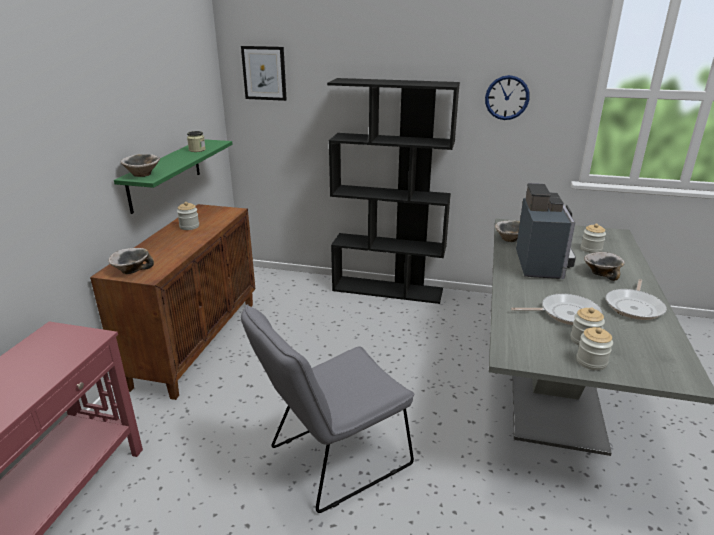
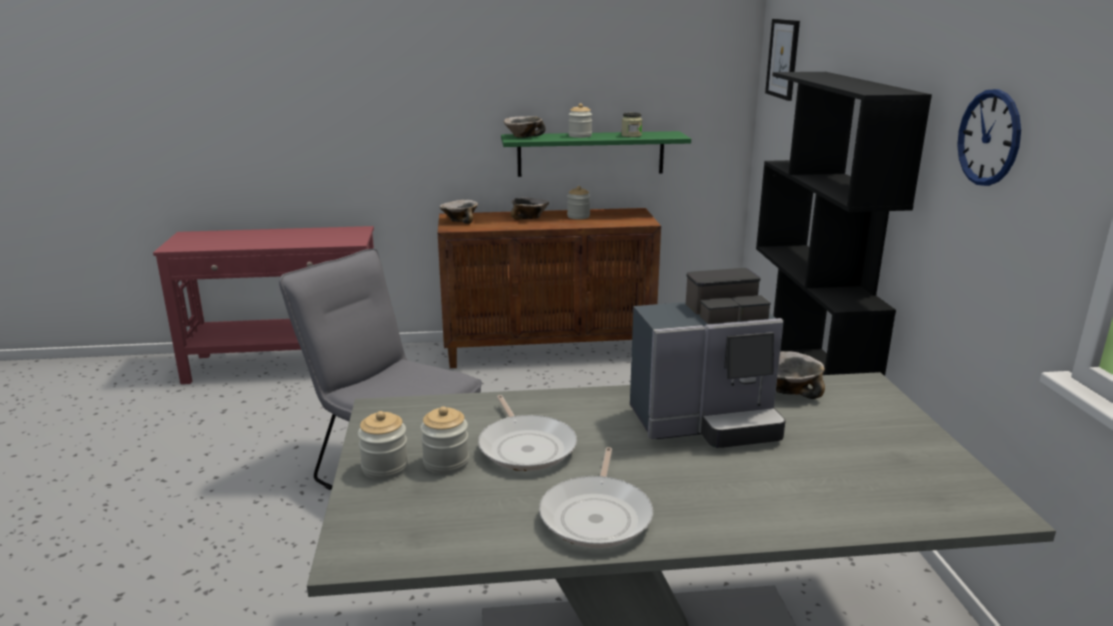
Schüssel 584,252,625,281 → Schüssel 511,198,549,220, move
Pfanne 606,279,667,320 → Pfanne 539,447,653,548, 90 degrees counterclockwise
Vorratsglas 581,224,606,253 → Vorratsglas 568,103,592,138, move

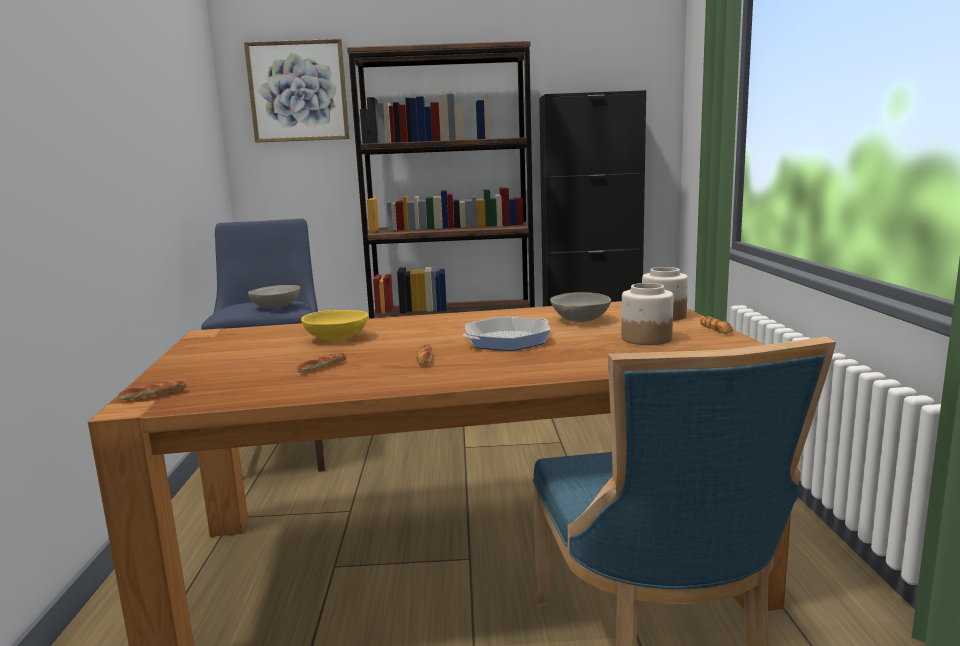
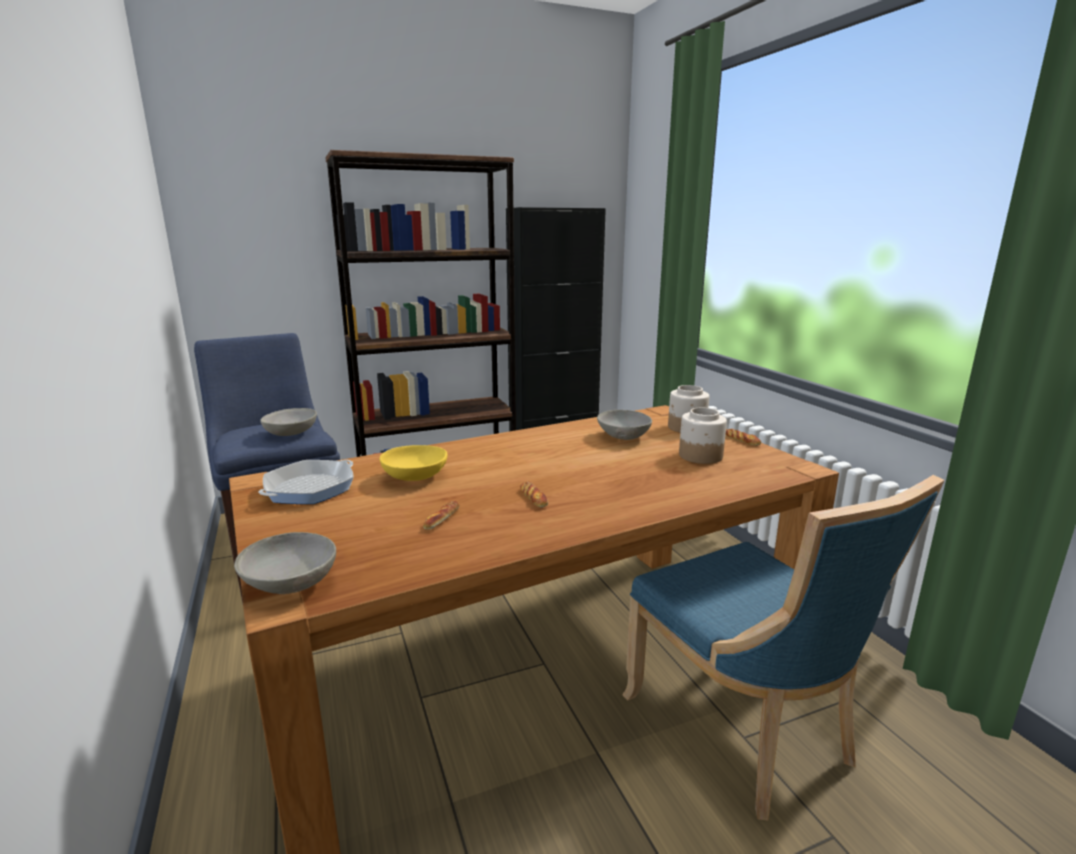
Brot 118,380,187,401 → Schüssel/grau 234,532,336,594
Pfanne 463,317,550,351 → Pfanne 259,460,353,504, move
Bild 244,39,349,143 → -

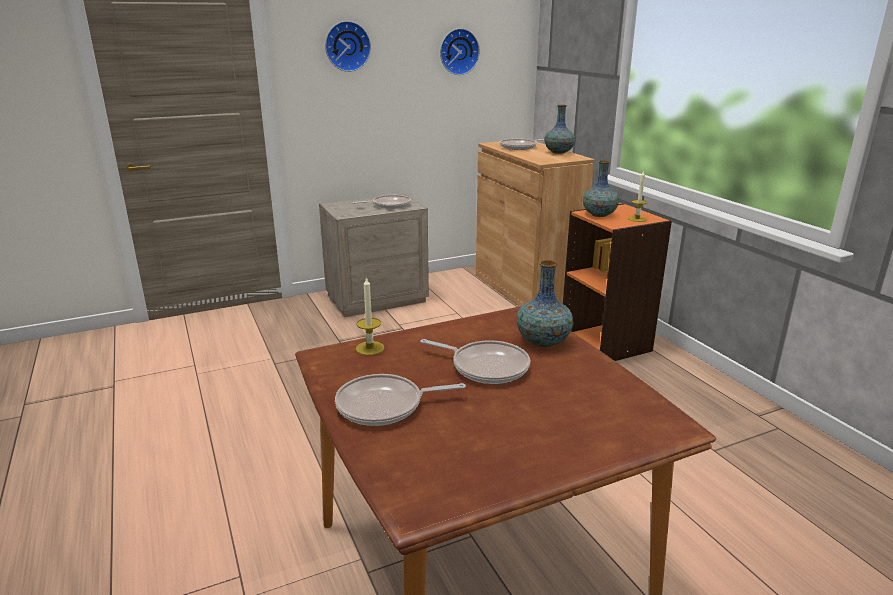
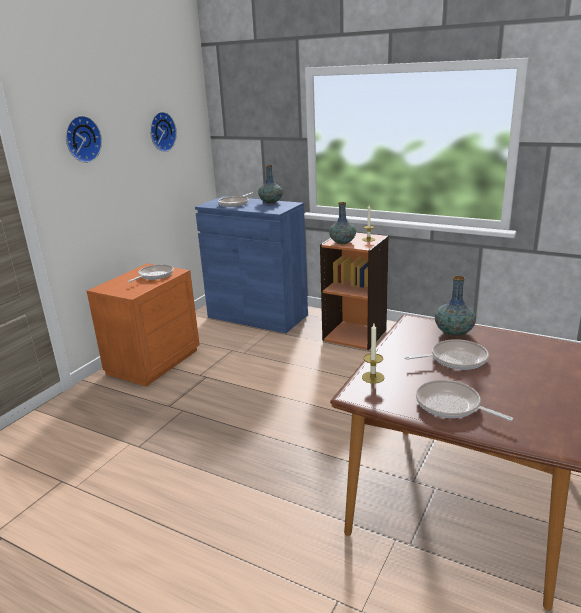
Nachttisch/beige 319,194,429,317 → Nachttisch/orange 87,263,200,386
Schrank/braun 476,141,594,306 → Schrank/blau 195,196,308,333
Pfanne 335,374,466,426 → Pfanne 416,380,513,421, 90 degrees clockwise

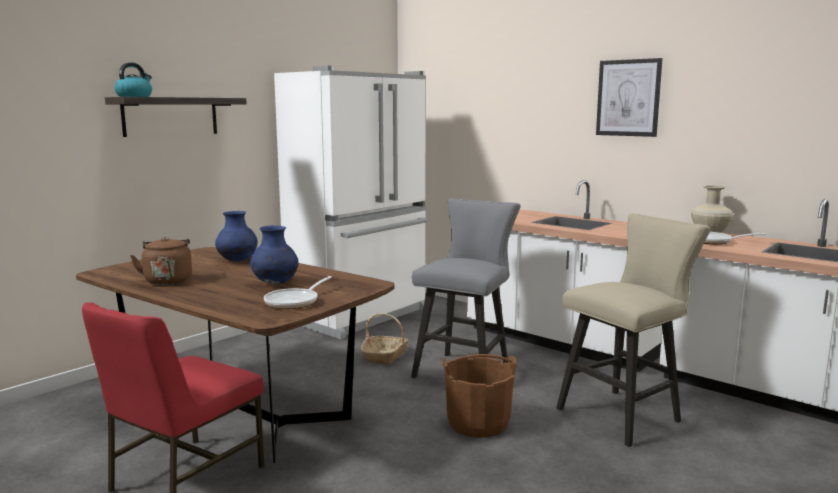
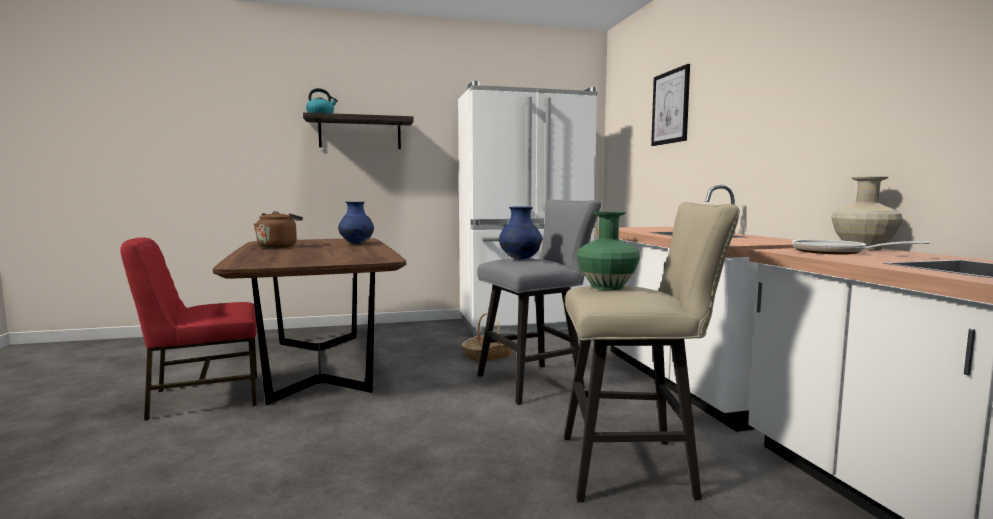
Vase/blau 250,225,299,284 → Vase/blau 499,206,542,260, move
- → Vase/grün 577,212,640,290
Bild 596,58,663,137 → Bild 651,64,690,146, move
Pfanne 264,276,332,309 → -
Eimer/braun 442,354,517,438 → -

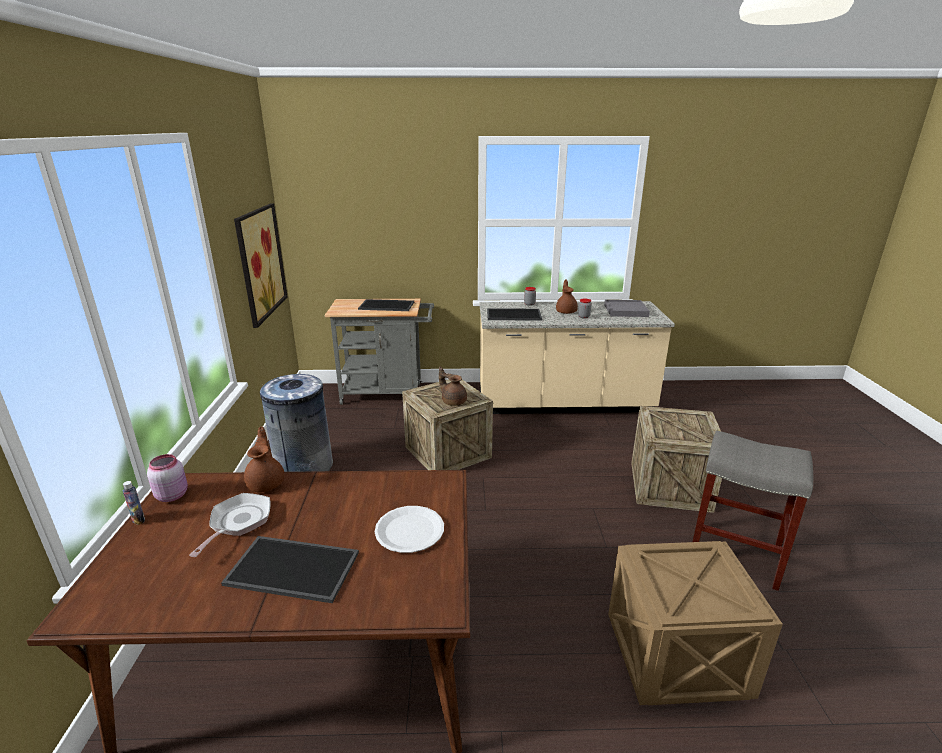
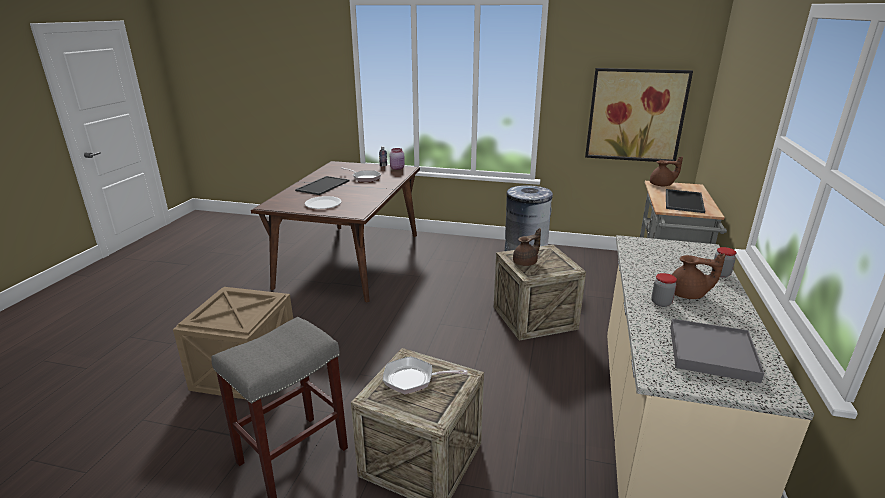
- → Pfanne 383,356,468,394
Teekanne/braun 244,426,285,492 → Teekanne/braun 650,156,683,186, move
Tablett 487,308,542,320 → -

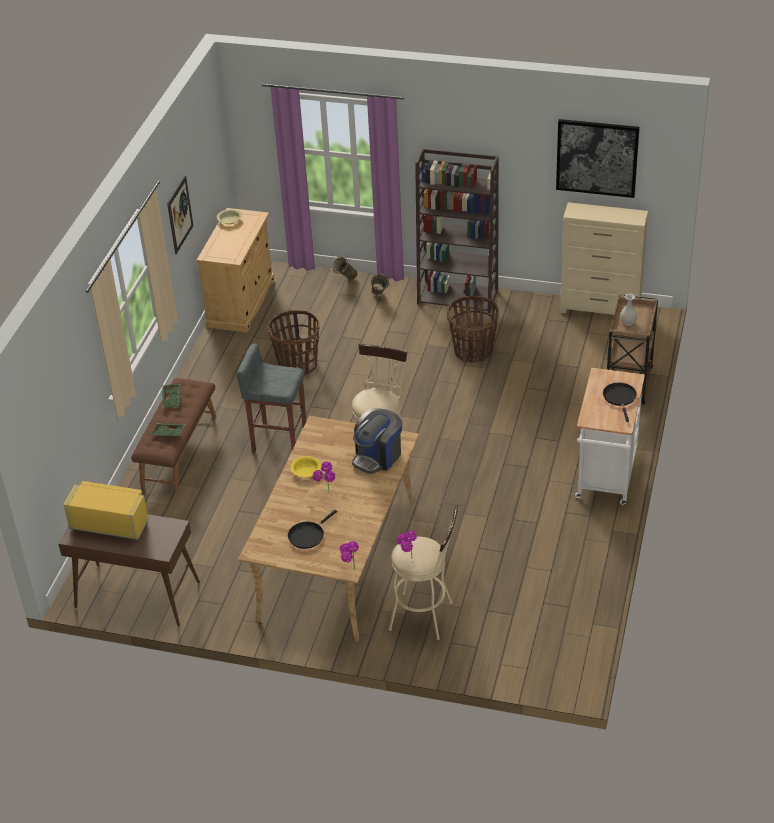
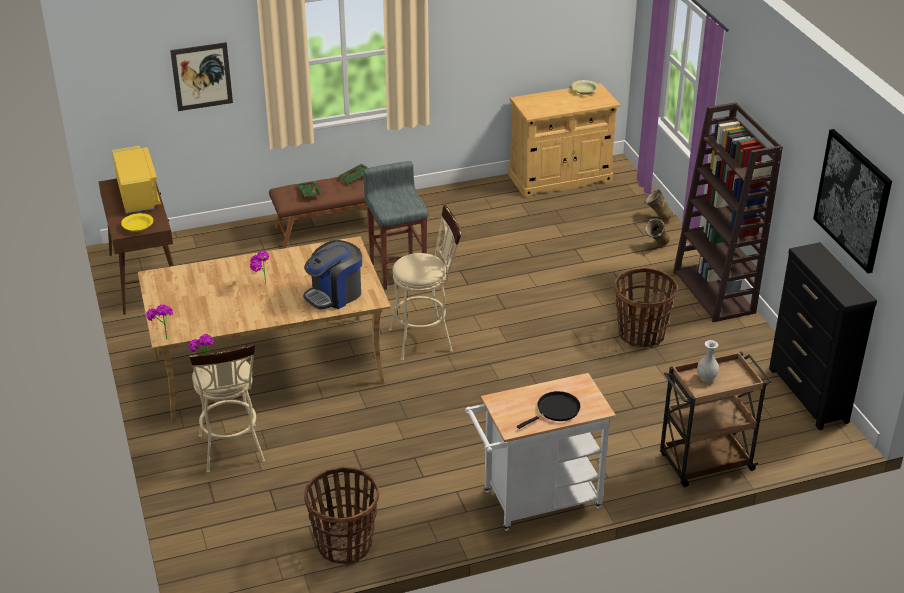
Schüssel/gelb 290,456,321,477 → Schüssel/gelb 121,213,153,232, move
Bild 167,176,193,254 → Bild 170,42,233,111, move
Kaffeemaschine 352,408,402,474 → Kaffeemaschine 303,240,362,309, 45 degrees counterclockwise
Korb 268,310,320,375 → Korb 304,467,379,564, move
Kommode/beige 560,202,649,315 → Kommode/schwarz 769,242,877,430
Pfanne/schwarz 288,510,337,549 → -

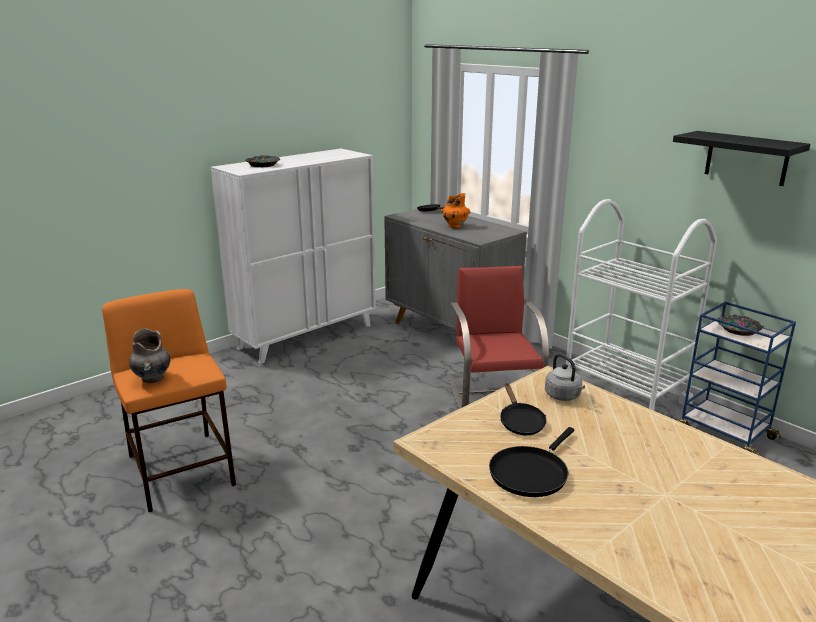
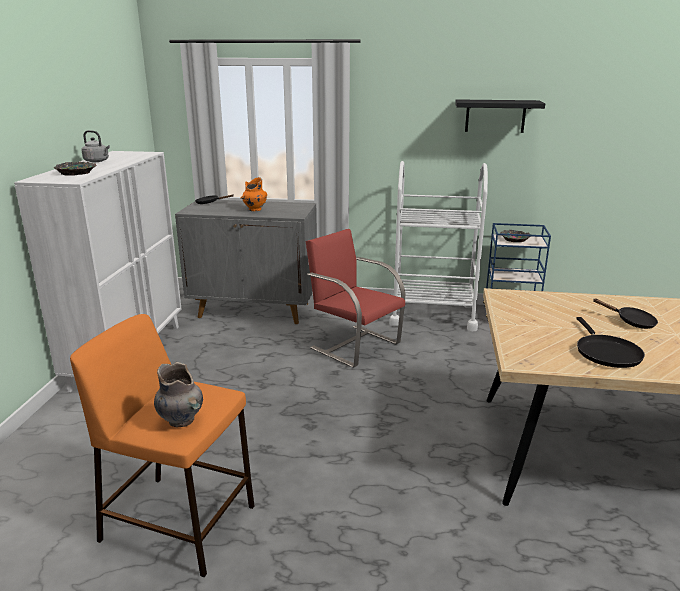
Wasserkessel/grau 545,354,585,401 → Wasserkessel/grau 81,130,110,162, move
Pfanne/schwarz 500,383,546,435 → Pfanne/schwarz 593,298,658,329, move

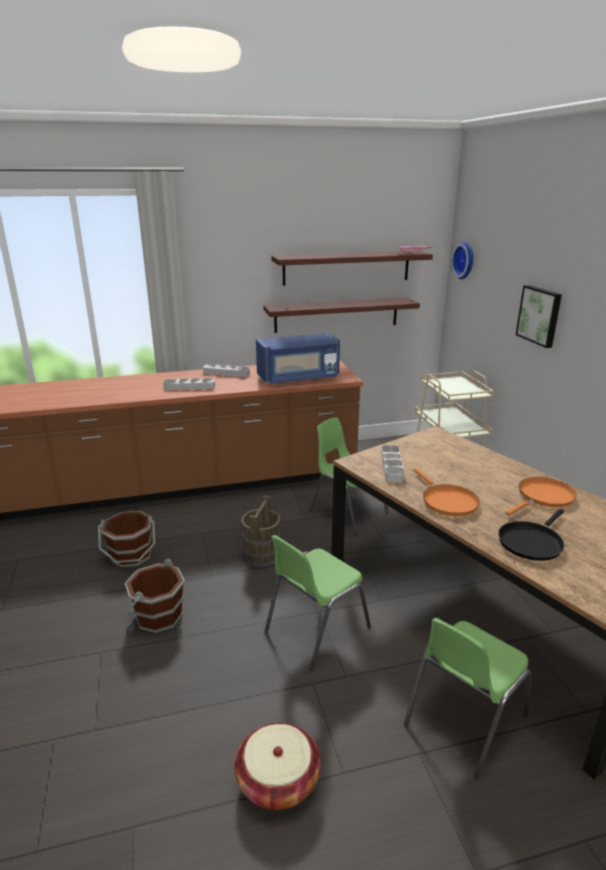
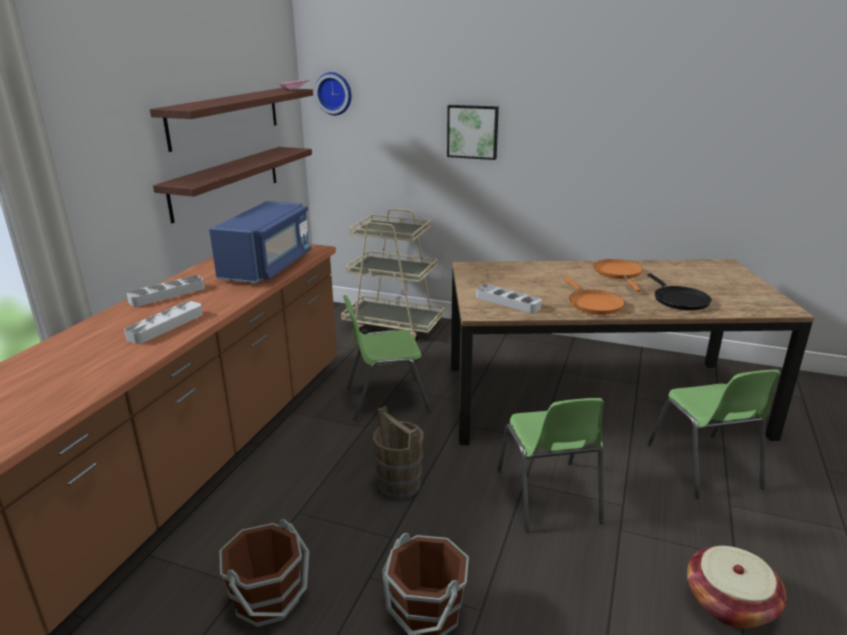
Pfanne/orange 414,468,480,516 → Pfanne/orange 563,277,625,315, 60 degrees clockwise

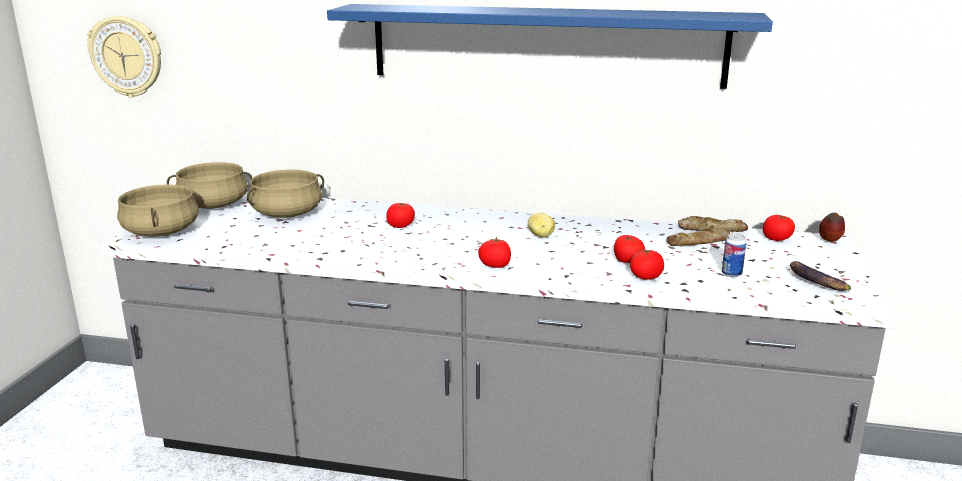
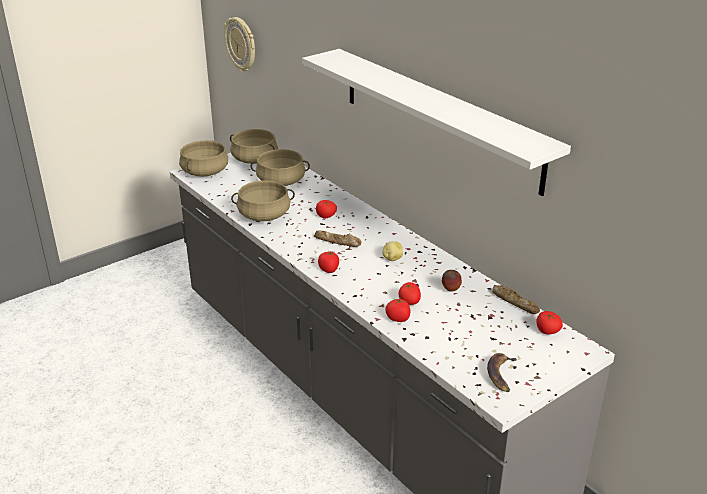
- → Kochtopf/beige 231,180,295,221
Wandregal/blau 327,4,773,89 → Wandregal/weiß 302,49,571,196
Brot 666,225,730,246 → Brot 314,230,362,247, move
Apfel 819,213,845,242 → Apfel 442,270,462,292, move
Dose 722,233,746,277 → -

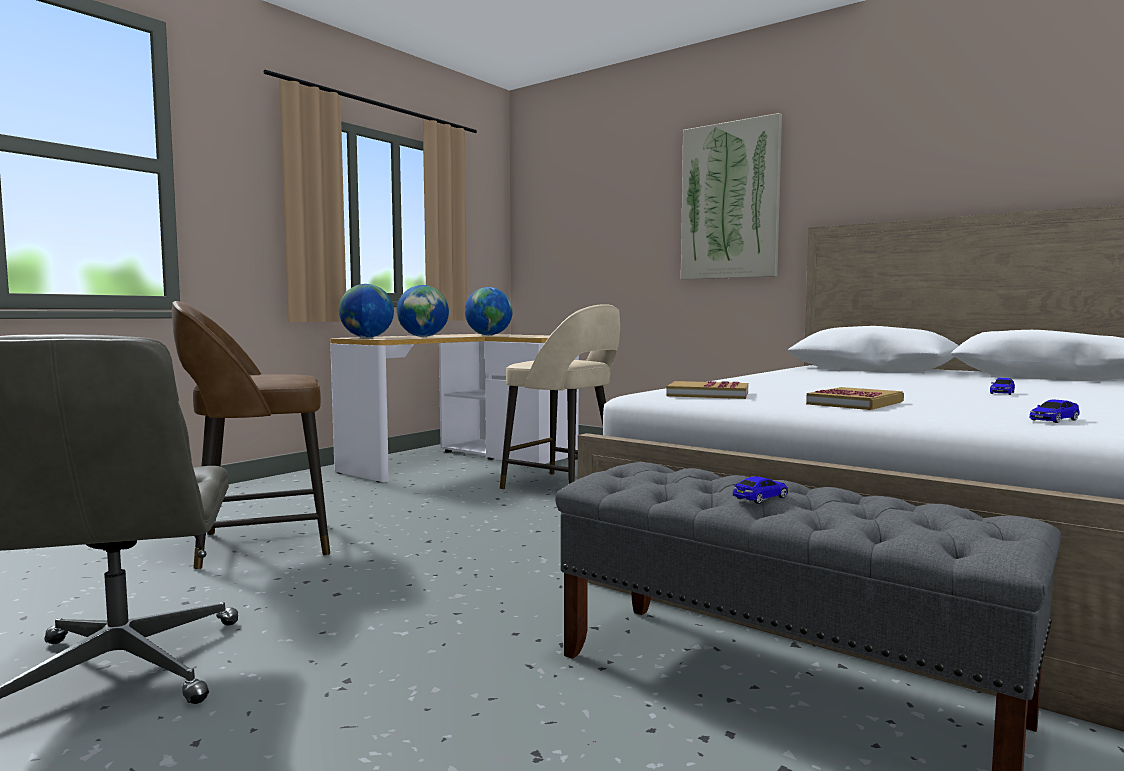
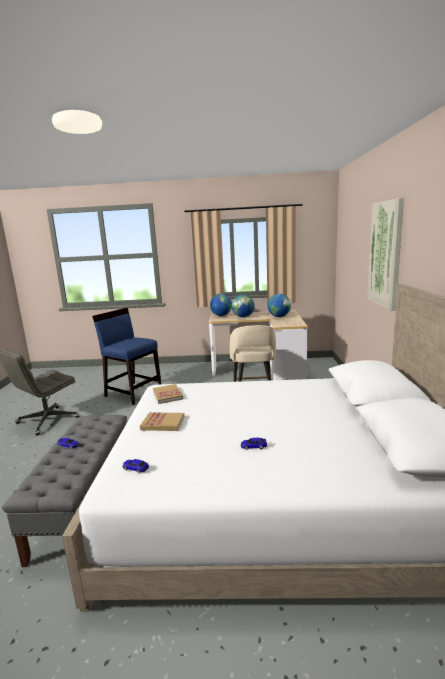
Hocker/braun 172,301,330,570 → Stuhl/blau 92,308,161,405

